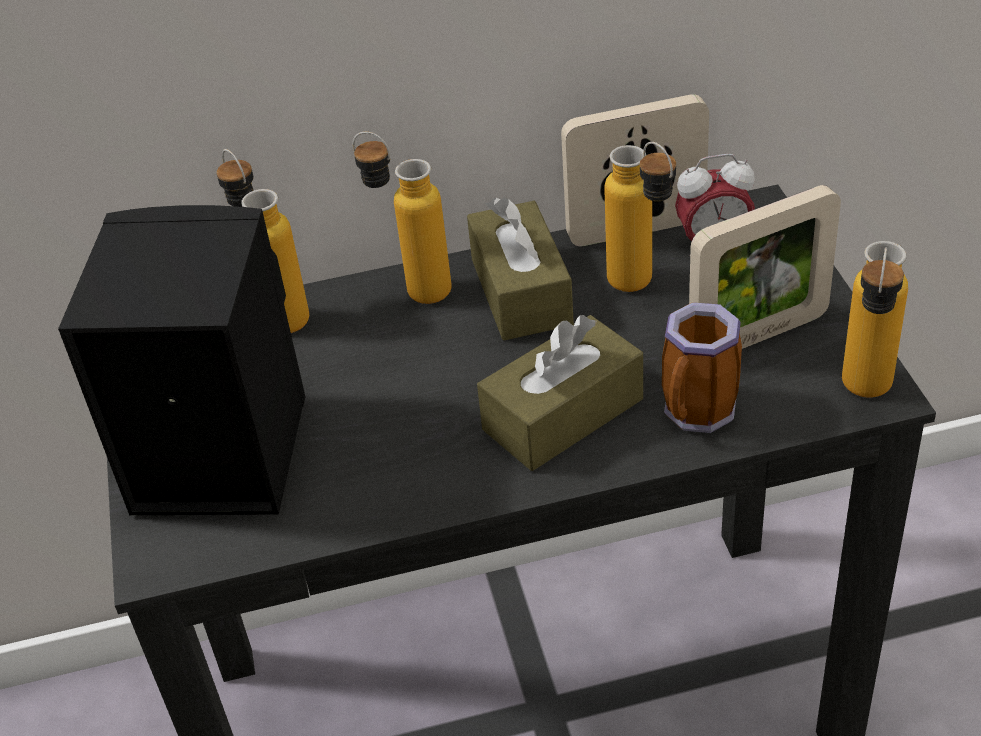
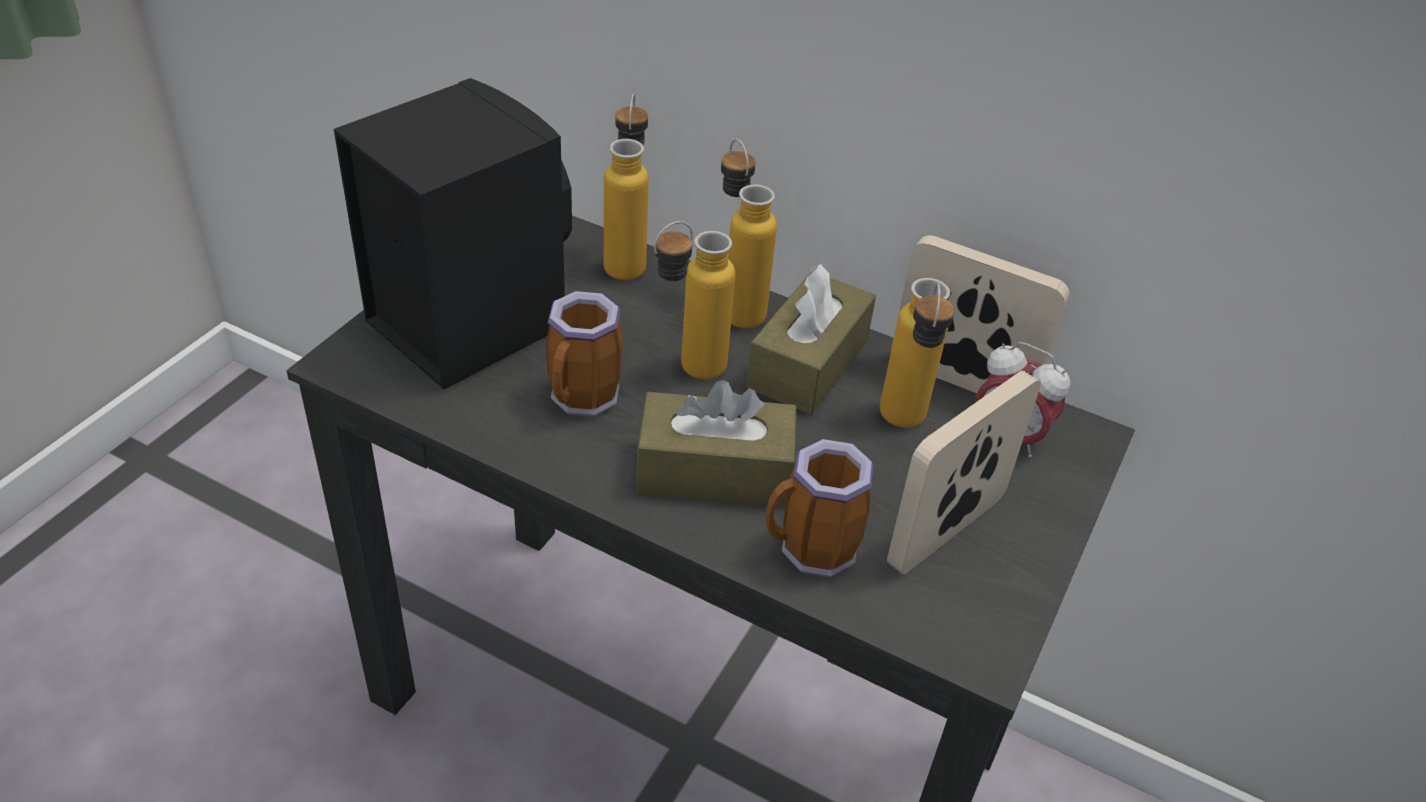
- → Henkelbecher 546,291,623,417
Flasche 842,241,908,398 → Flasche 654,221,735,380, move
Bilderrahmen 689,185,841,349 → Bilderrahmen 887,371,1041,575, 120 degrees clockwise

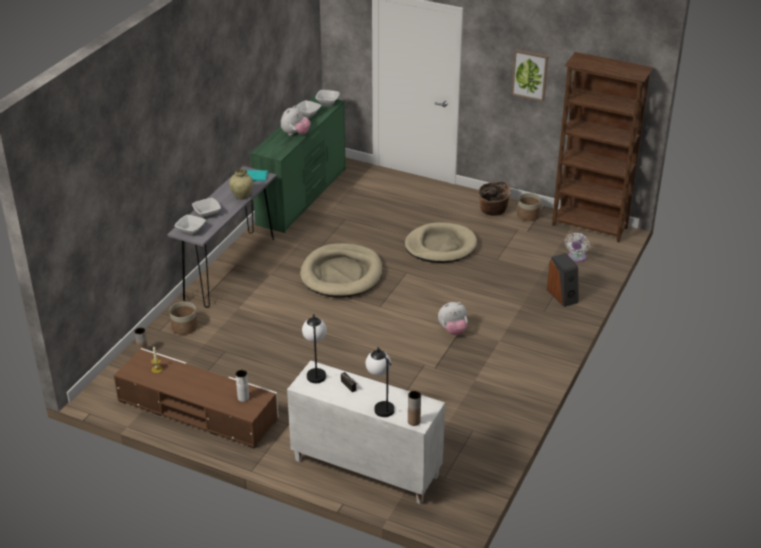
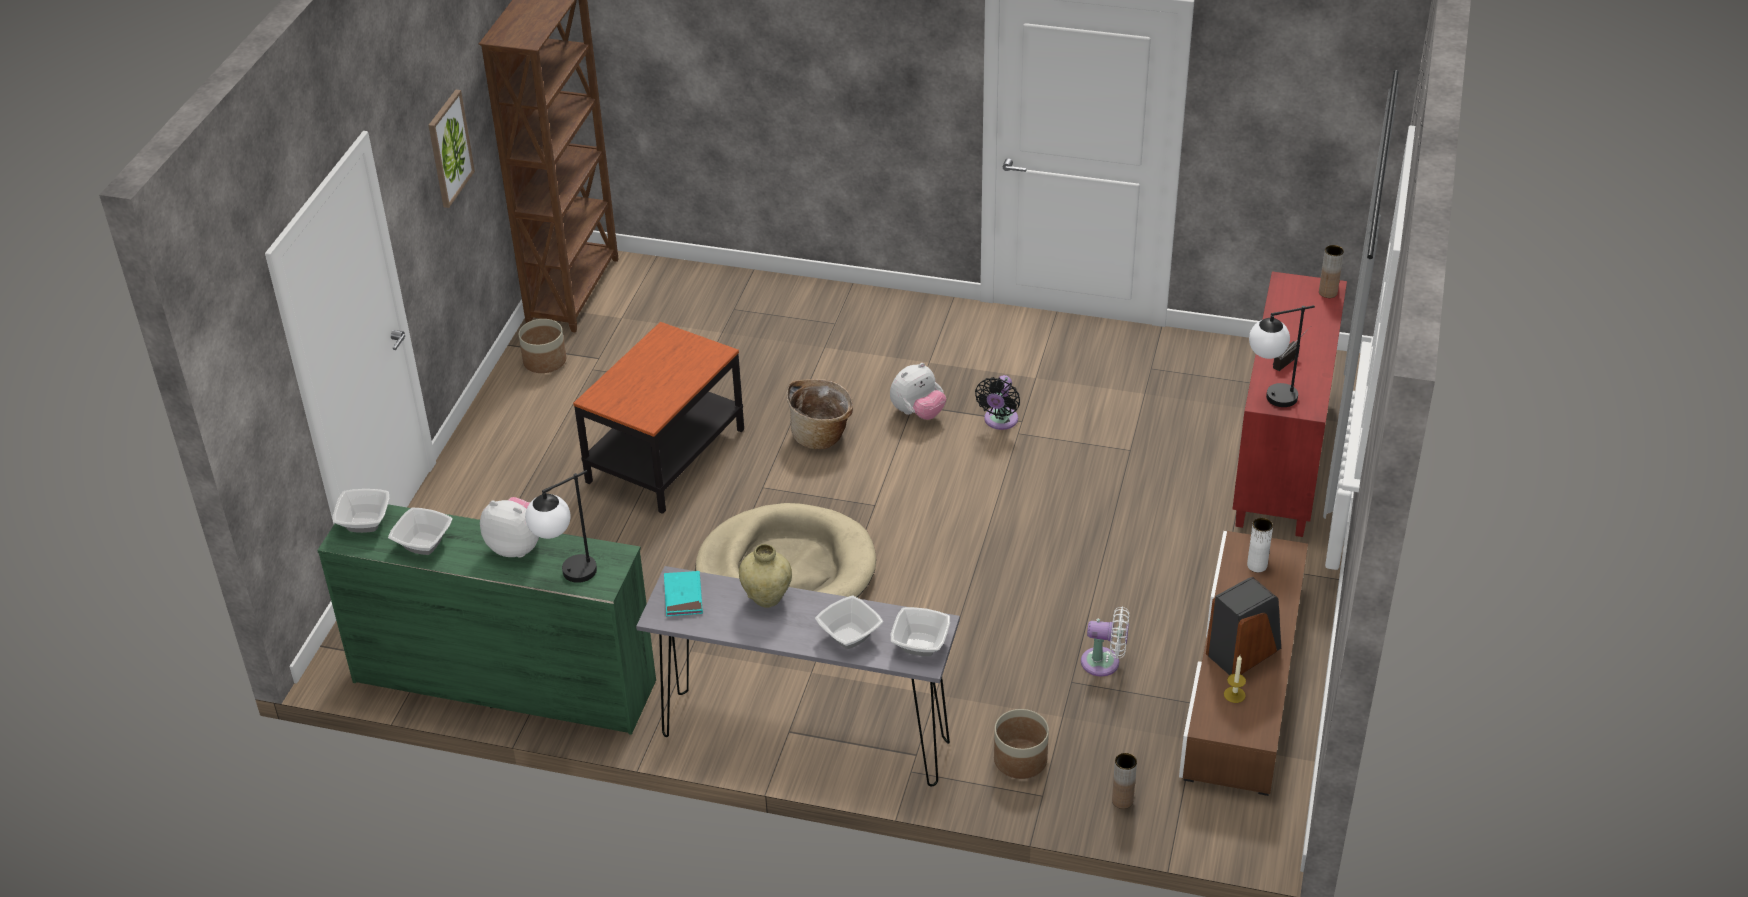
Tischlampe 366,347,394,417 → Tischlampe 525,470,597,583, move
Hundebett/beige 405,222,477,263 → Beistelltisch 573,322,744,514
Korb 479,182,511,216 → Korb 787,379,853,449, move
Plüschtier 438,302,468,335 → Plüschtier 890,363,946,420, 75 degrees clockwise
- → Ventilator/schwarz 975,375,1020,430
Ventilator/weiß 565,233,590,262 → Ventilator/weiß 1081,607,1129,676, move
Lautsprecher 547,253,578,307 → Lautsprecher 1206,577,1281,675, move
Schrank/weiß 287,361,445,504 → Schrank/rot 1233,272,1347,537

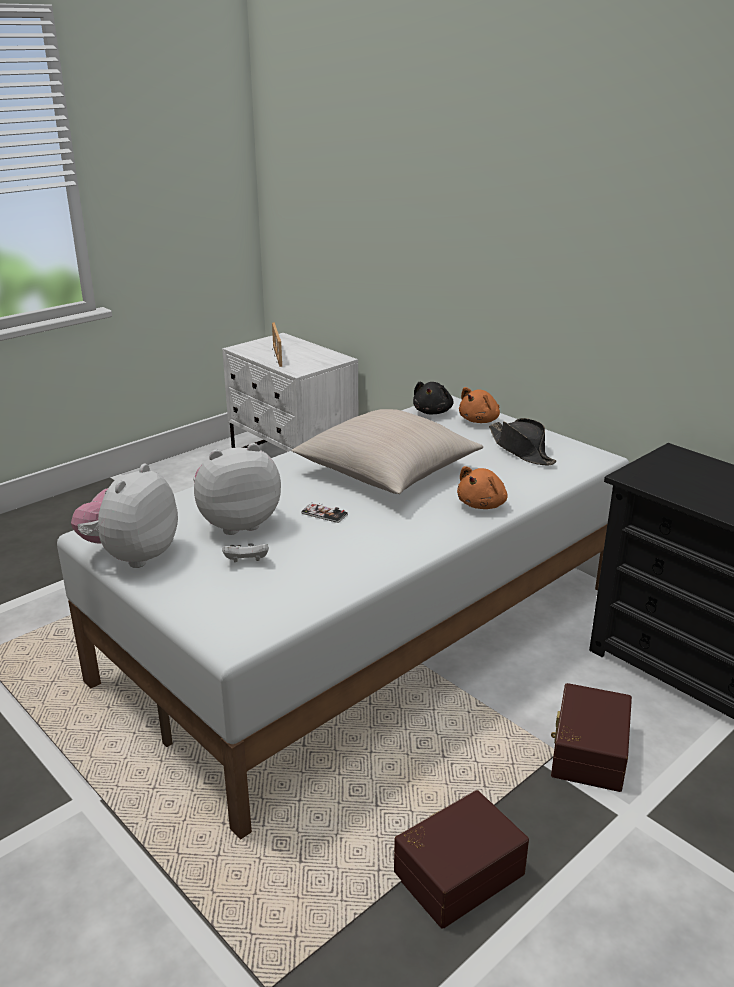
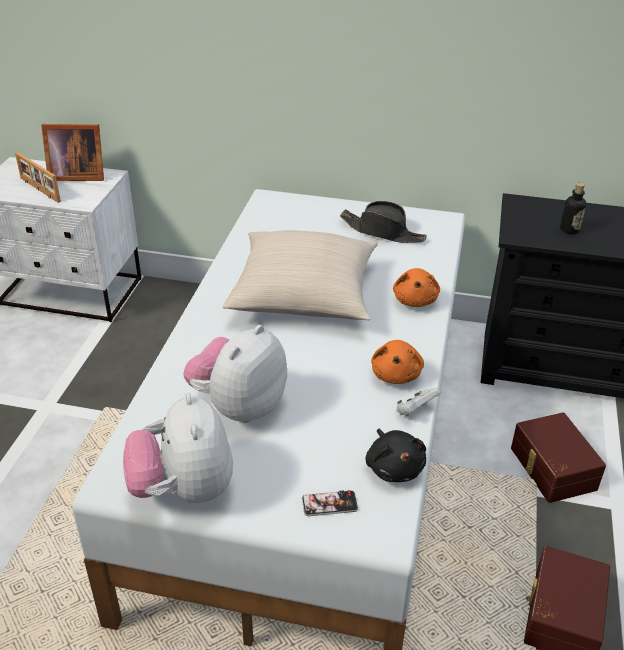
- → Bilderrahmen 41,124,104,181
Handy 301,502,348,523 → Handy 302,490,358,516, move
Plüschtier/schwarz 413,381,454,414 → Plüschtier/schwarz 365,429,426,482, move
Plüschtier/orange 459,387,500,423 → Plüschtier/orange 371,340,424,384, move
Gamepad/weiß 222,543,269,562 → Gamepad/weiß 396,388,440,416, move
- → Flasche 560,183,586,234

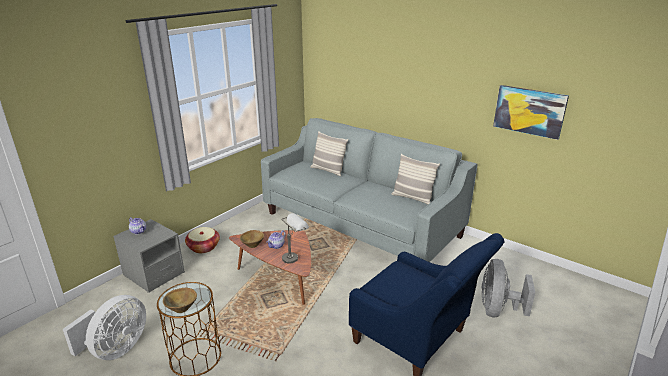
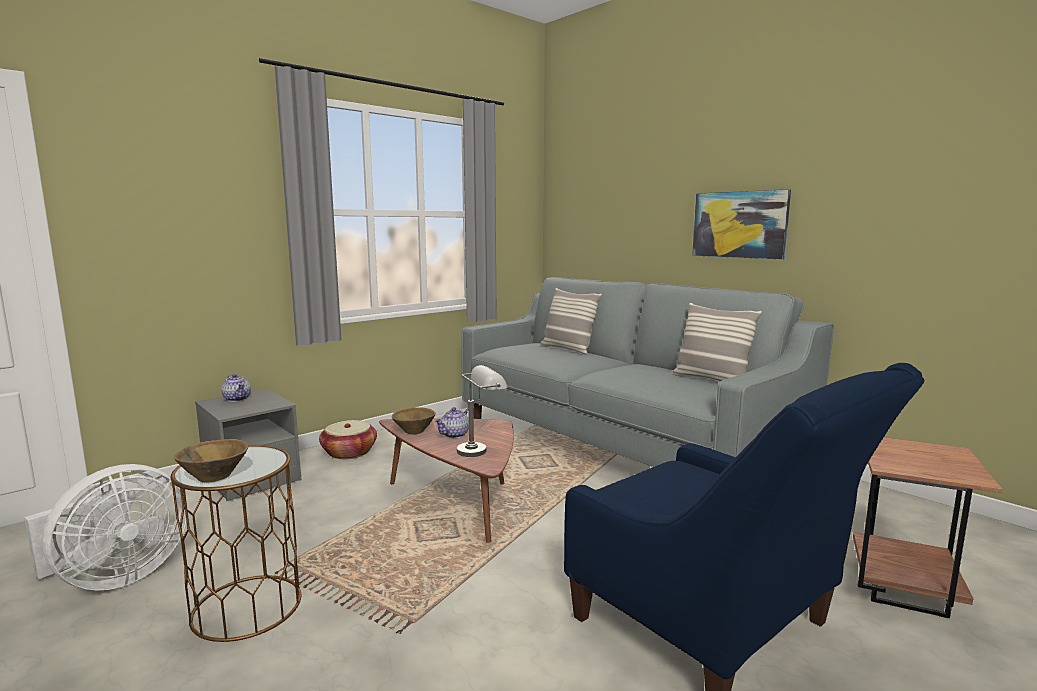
Bild 493,85,569,140 → Bild 692,189,791,260, move
Ventilator/grau 482,259,535,317 → Beistelltisch/braun 853,438,1003,618

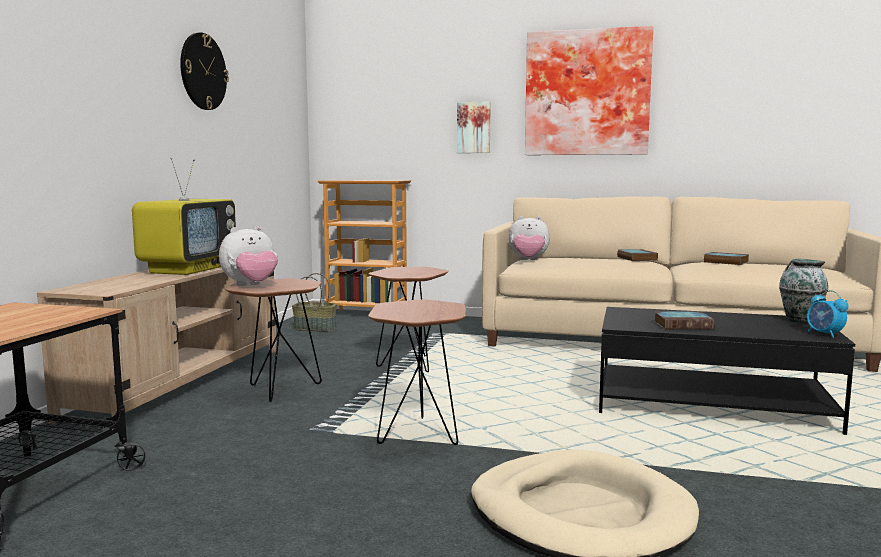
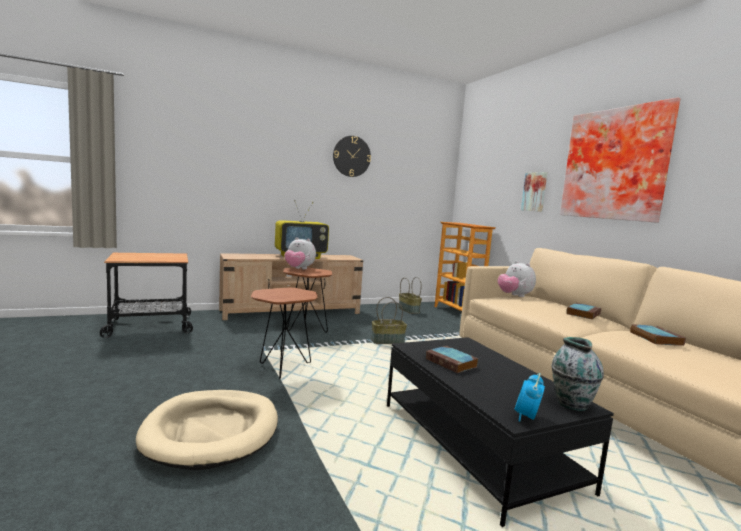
Beistelltisch/braun 368,267,449,372 → Korb 371,297,407,344

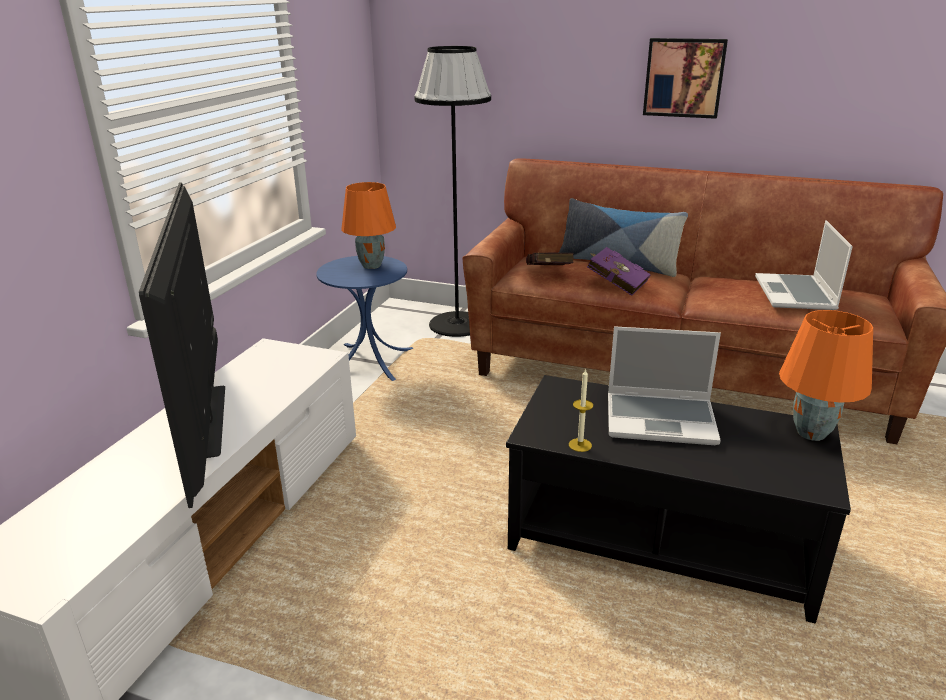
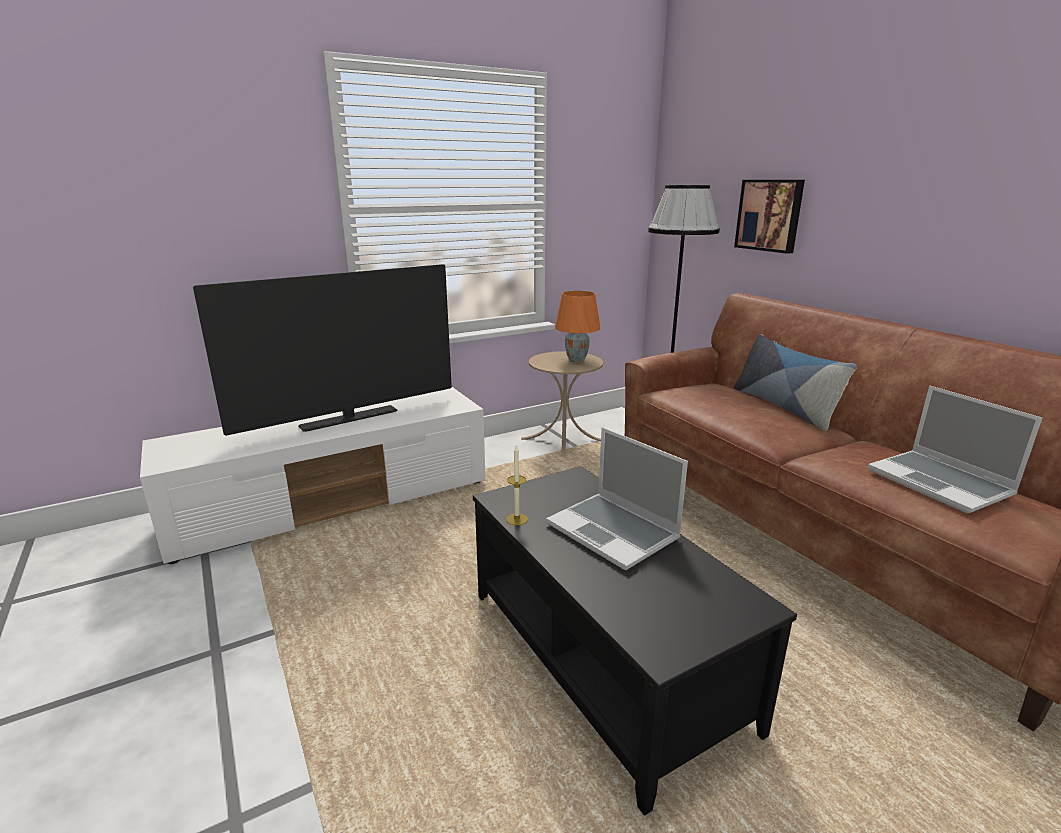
Fernseher 139,182,225,508 → Fernseher 193,264,452,436, 150 degrees counterclockwise
Beistelltisch/blau 316,256,414,381 → Beistelltisch/beige 521,351,603,457
Bild 643,38,728,119 → Bild 734,180,805,254, move
Laptop 755,220,853,310 → Laptop 868,386,1042,513, 75 degrees counterclockwise
Buch/rot 526,252,574,265 → -
Buch/lila 587,247,651,296 → -
Tischlampe/orange 779,310,873,441 → -

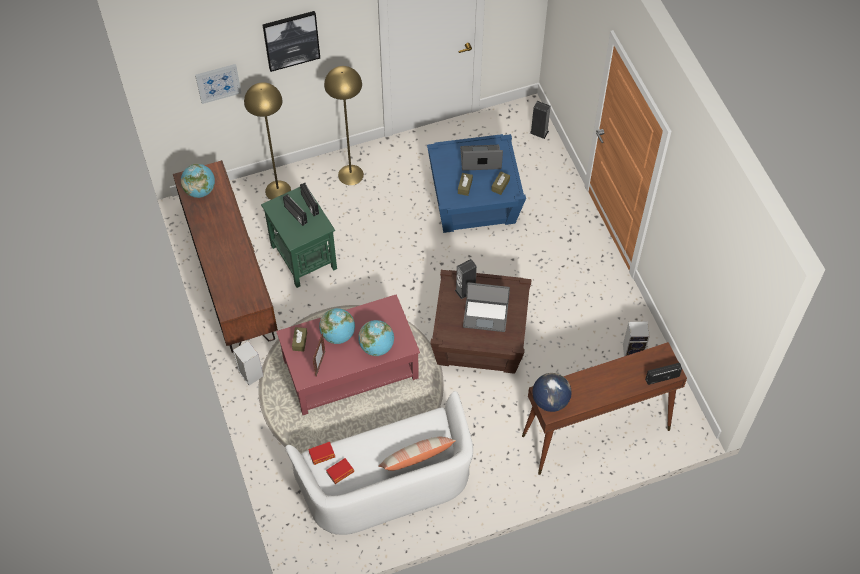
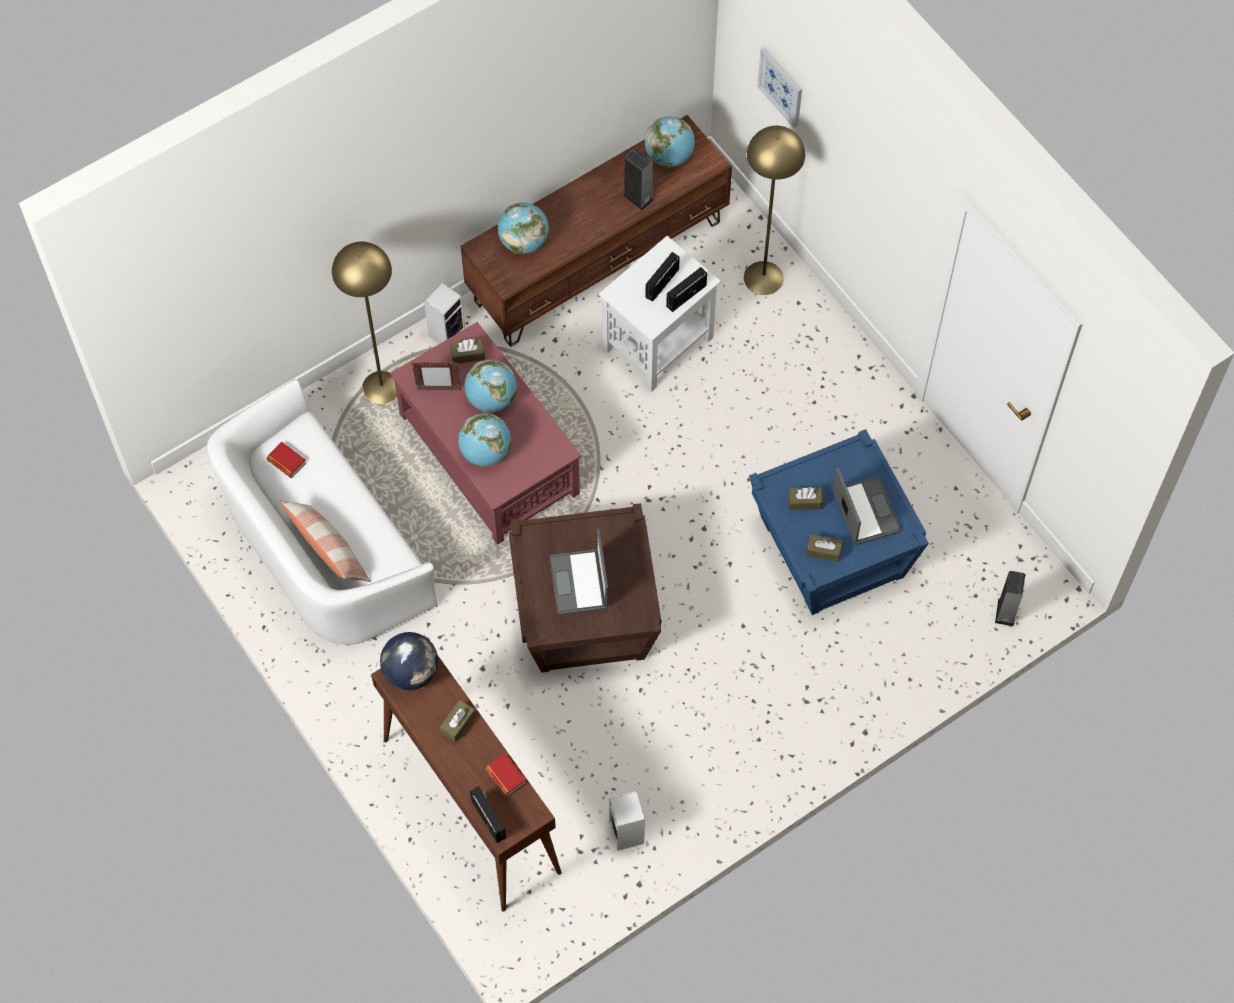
Stehlampe/gelb 324,66,364,185 → Stehlampe/gelb 332,241,397,404, move
- → Taschentuchbox/braun 440,700,476,742
Buch 308,442,335,465 → Buch 485,753,526,796, move
- → Globus 497,203,549,254
Beistelltisch/grün 261,187,337,288 → Beistelltisch/weiß 598,236,721,392
Lautsprecher 455,259,477,299 → Lautsprecher 622,148,654,210, move
Bild 262,11,320,72 → -

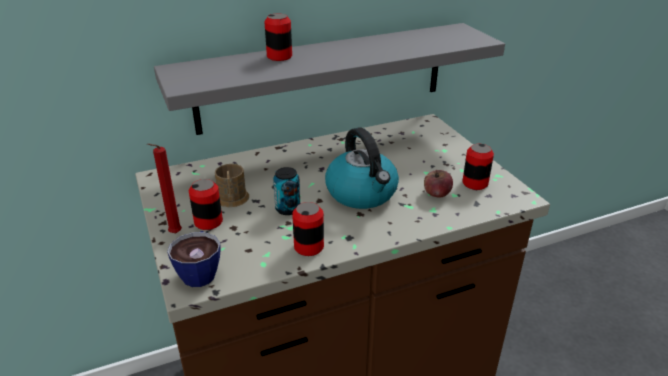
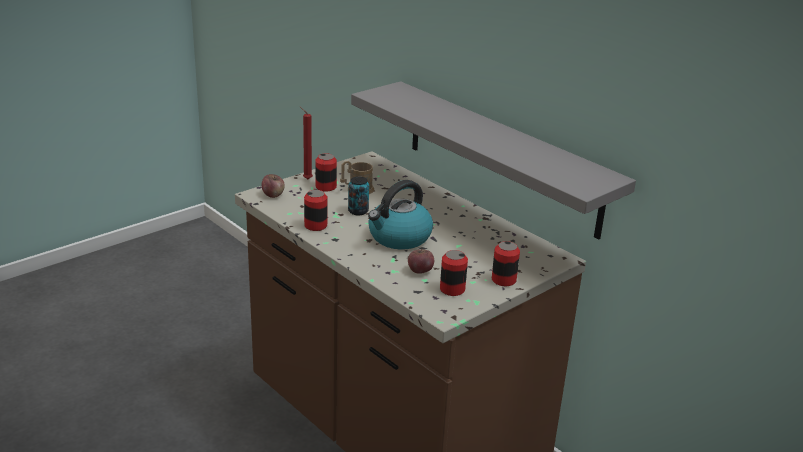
Tasse 167,231,221,287 → Apfel 262,174,285,198
Dose 264,13,292,61 → Dose 492,241,520,286, move

